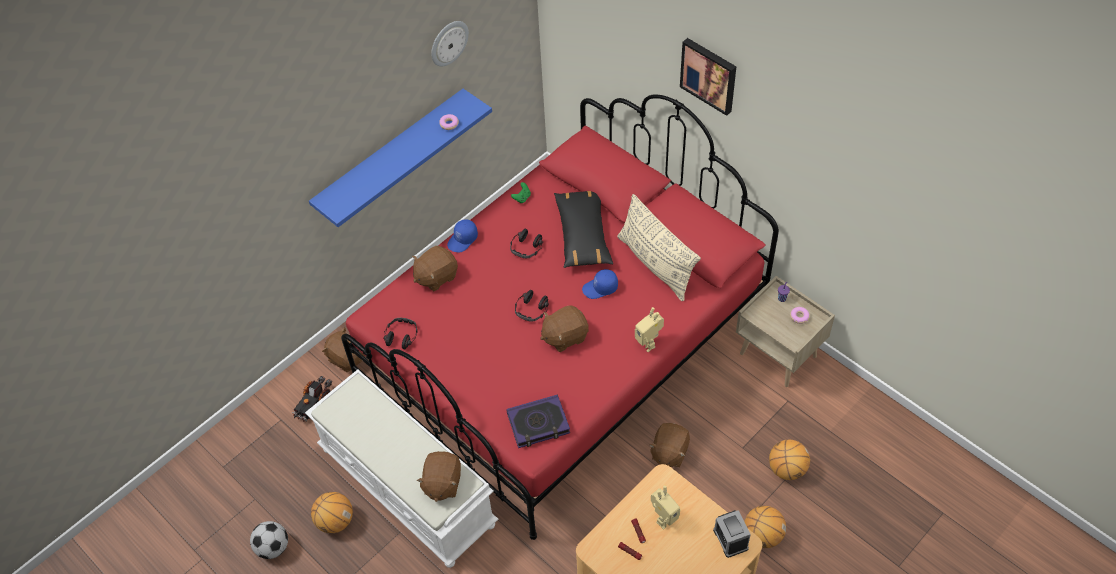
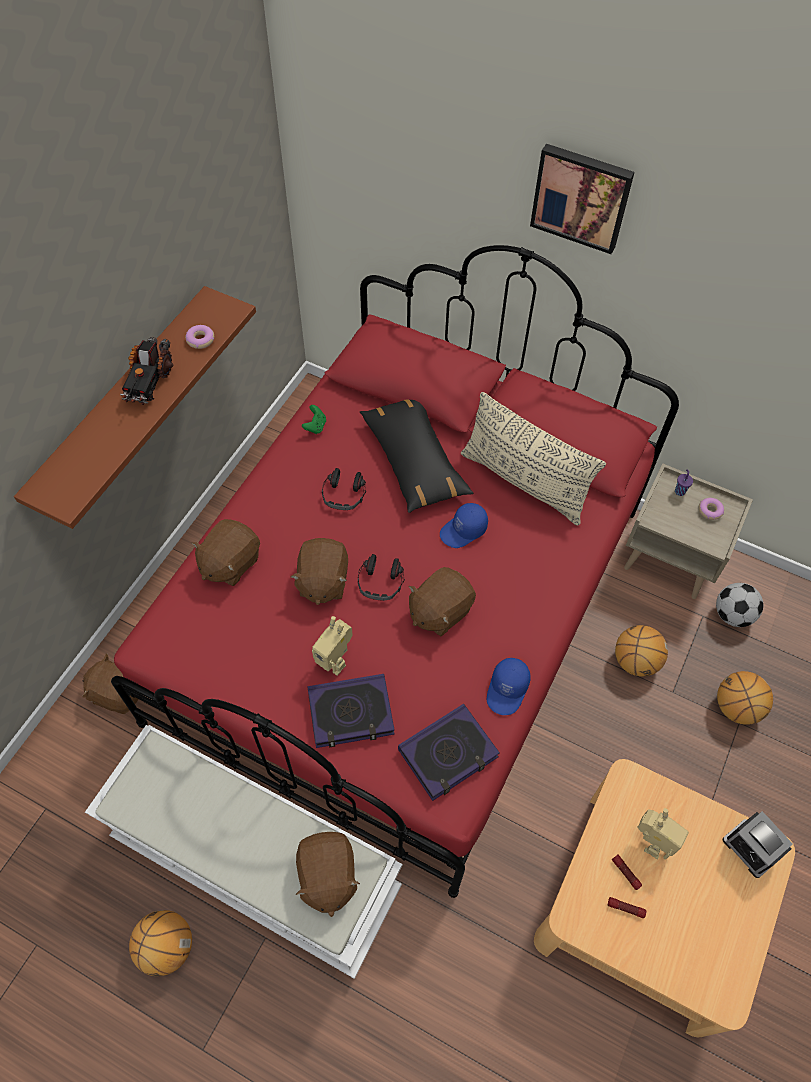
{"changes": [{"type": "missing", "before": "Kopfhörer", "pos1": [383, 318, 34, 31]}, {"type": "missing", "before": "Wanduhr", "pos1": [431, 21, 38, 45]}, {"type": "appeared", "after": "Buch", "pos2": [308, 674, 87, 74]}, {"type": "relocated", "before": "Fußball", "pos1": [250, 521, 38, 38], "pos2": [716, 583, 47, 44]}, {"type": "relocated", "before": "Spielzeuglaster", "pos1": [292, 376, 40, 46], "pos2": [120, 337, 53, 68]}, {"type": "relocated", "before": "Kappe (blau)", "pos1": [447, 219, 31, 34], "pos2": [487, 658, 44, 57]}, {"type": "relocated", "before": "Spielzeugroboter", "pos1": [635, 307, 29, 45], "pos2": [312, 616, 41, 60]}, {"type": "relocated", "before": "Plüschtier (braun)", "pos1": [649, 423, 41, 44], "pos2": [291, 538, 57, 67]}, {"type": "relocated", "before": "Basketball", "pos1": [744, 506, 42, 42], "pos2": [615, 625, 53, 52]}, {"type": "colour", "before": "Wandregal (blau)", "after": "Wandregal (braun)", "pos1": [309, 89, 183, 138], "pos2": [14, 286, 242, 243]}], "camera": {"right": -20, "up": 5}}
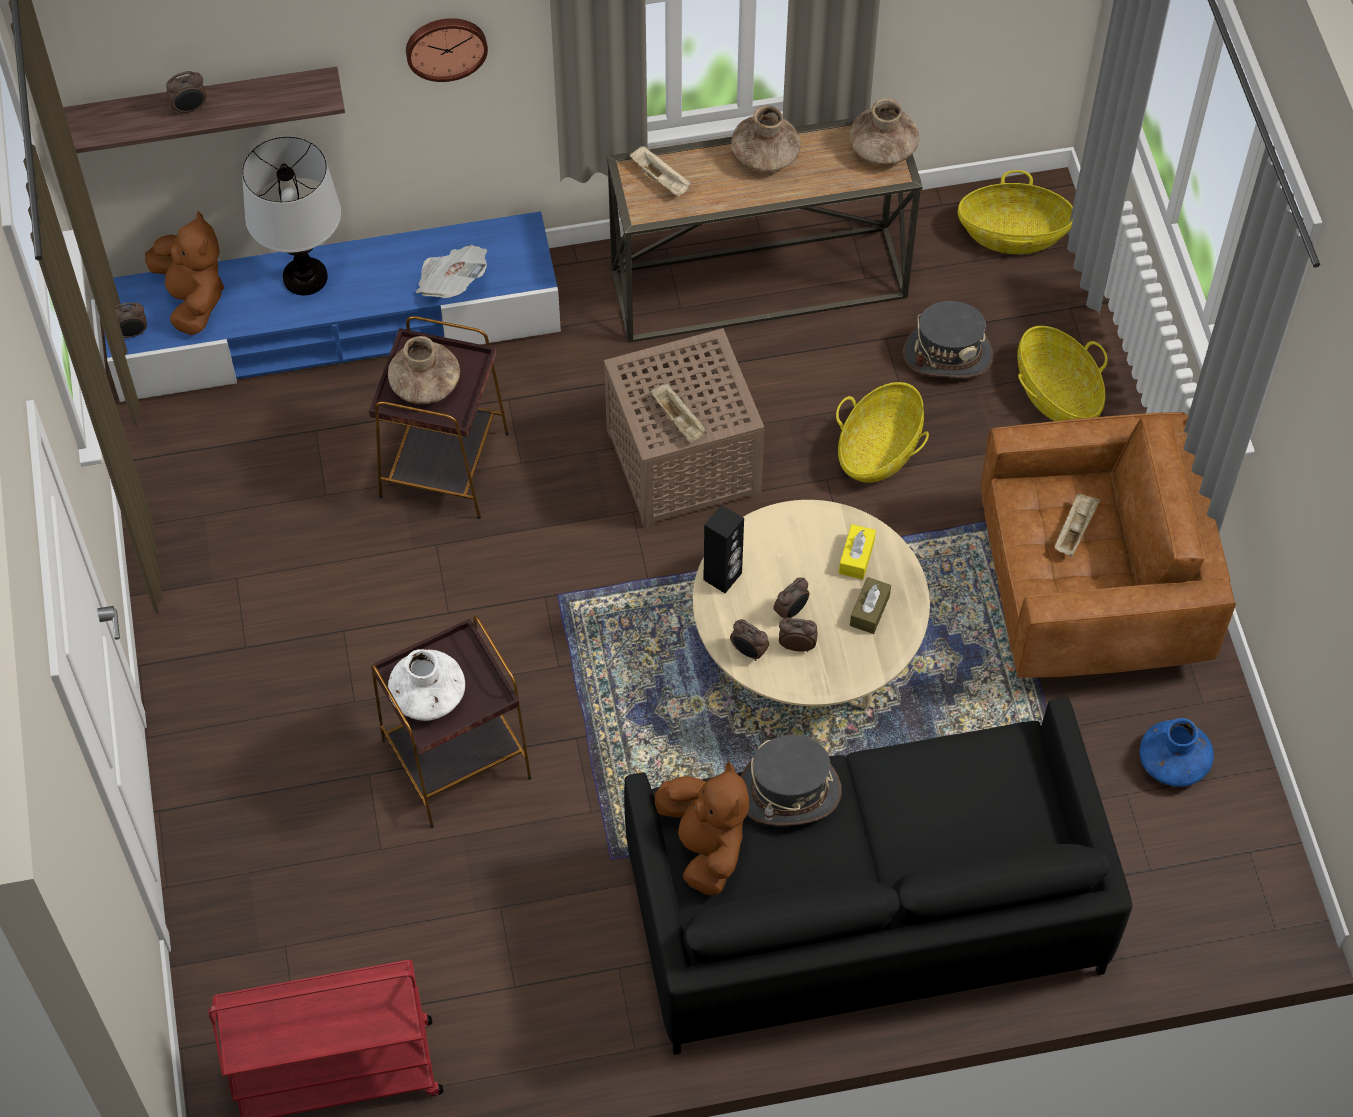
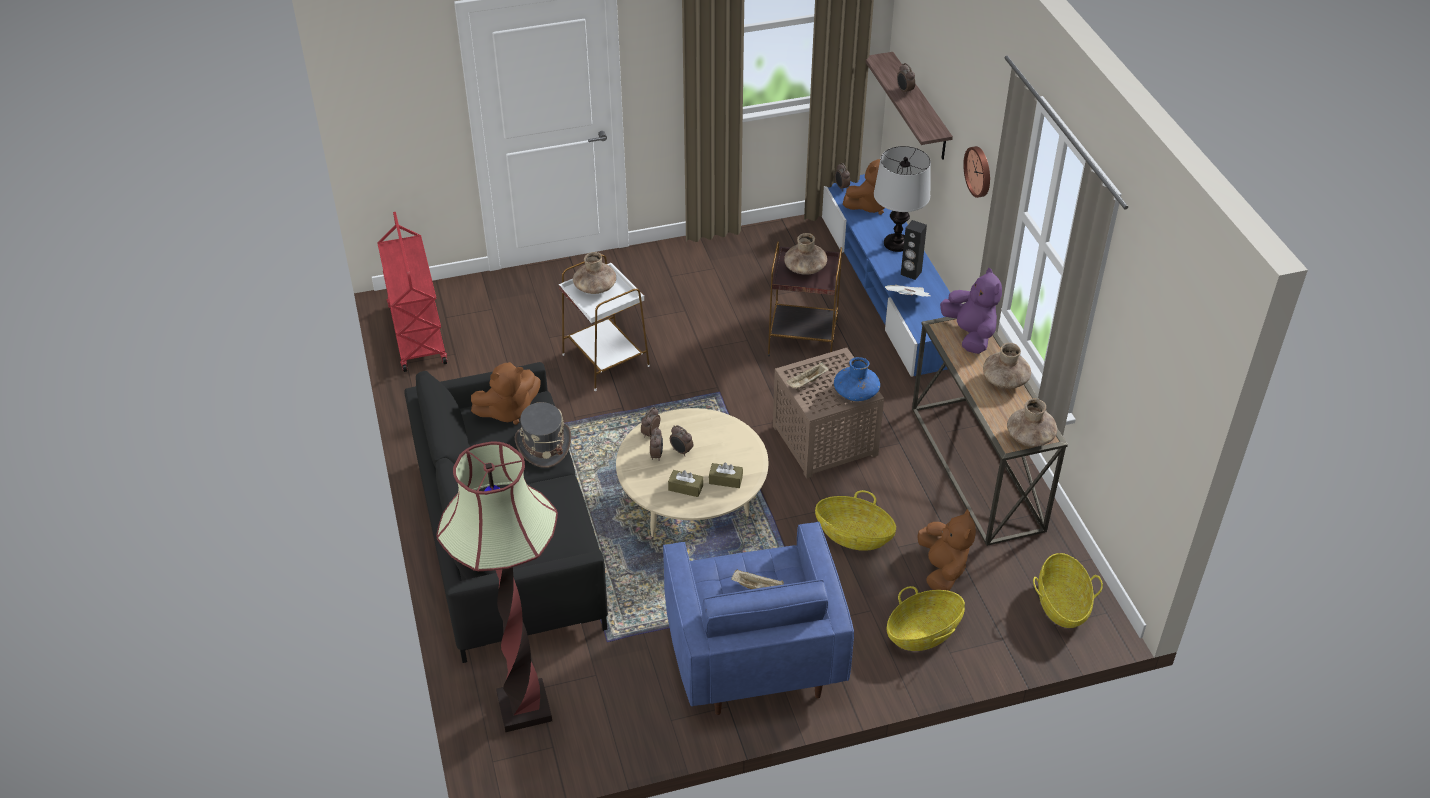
{"changes": [{"type": "appeared", "after": "Stehlampe", "pos2": [436, 441, 122, 291]}, {"type": "relocated", "before": "Lautsprecher (schwarz)", "pos1": [703, 505, 41, 88], "pos2": [901, 220, 26, 60]}, {"type": "relocated", "before": "Vase (blau)", "pos1": [1140, 718, 74, 69], "pos2": [834, 357, 46, 44]}, {"type": "exchanged", "before": "Tablett (beige)", "after": "Plüschtier (lila)", "pos1": [630, 146, 61, 50], "pos2": [940, 268, 62, 86]}, {"type": "exchanged", "before": "Hut (grau)", "after": "Plüschtier (braun)", "pos1": [903, 301, 91, 77], "pos2": [917, 509, 59, 82]}, {"type": "colour", "before": "Beistelltisch (braun)", "after": "Beistelltisch (weiß)", "pos1": [371, 616, 160, 212], "pos2": [559, 255, 91, 136]}, {"type": "colour", "before": "Vase (weiß)", "after": "Vase (braun)", "pos1": [388, 649, 77, 72], "pos2": [573, 252, 43, 42]}, {"type": "colour", "before": "Taschentuchbox (gelb)", "after": "Taschentuchbox (braun)", "pos1": [839, 524, 37, 55], "pos2": [709, 463, 34, 25]}, {"type": "colour", "before": "Sessel (braun)", "after": "Sessel (blau)", "pos1": [980, 412, 256, 266], "pos2": [663, 522, 191, 193]}], "camera": {"right": 85, "up": -15}}
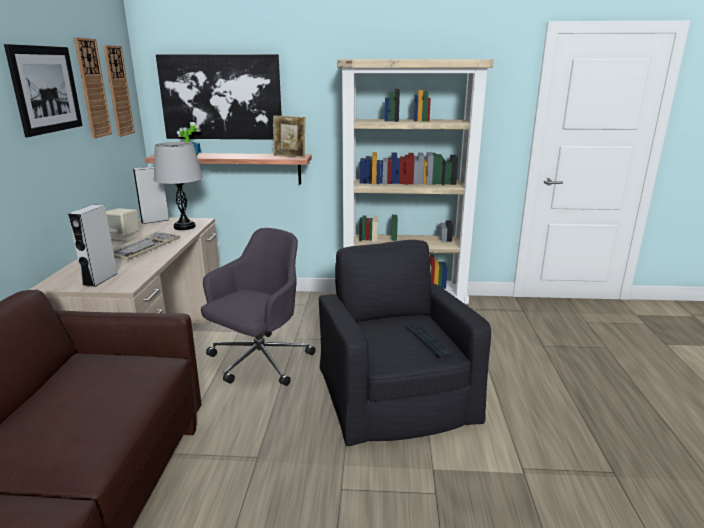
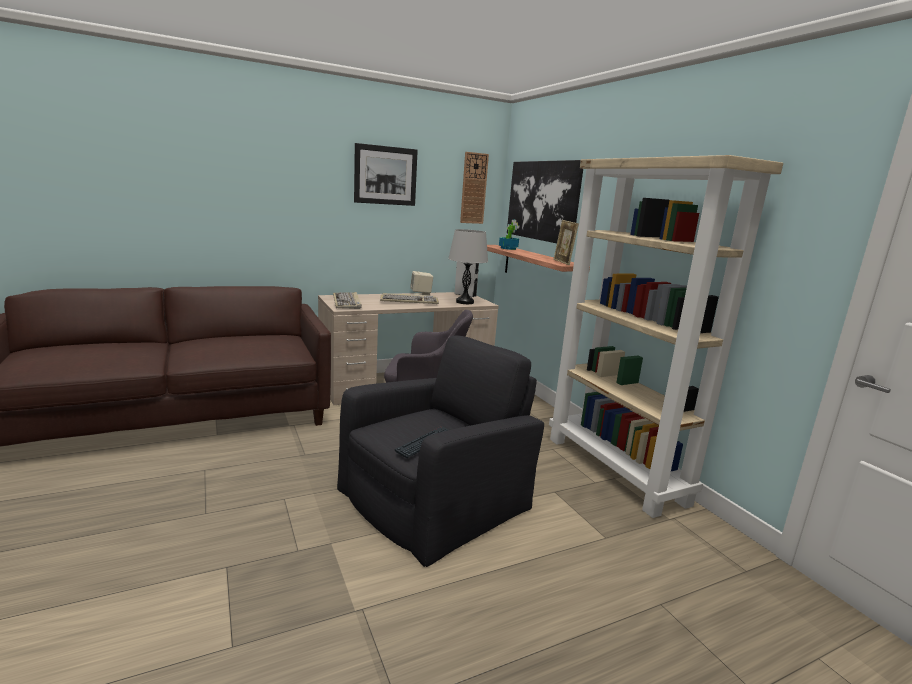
{"changes": [{"type": "missing", "before": "Wanduhr", "pos1": [74, 37, 38, 102]}, {"type": "exchanged", "before": "Lautsprecher (grau)", "after": "Tastatur", "pos1": [68, 204, 50, 83], "pos2": [333, 292, 29, 17]}], "camera": {"right": 60, "up": -5}}
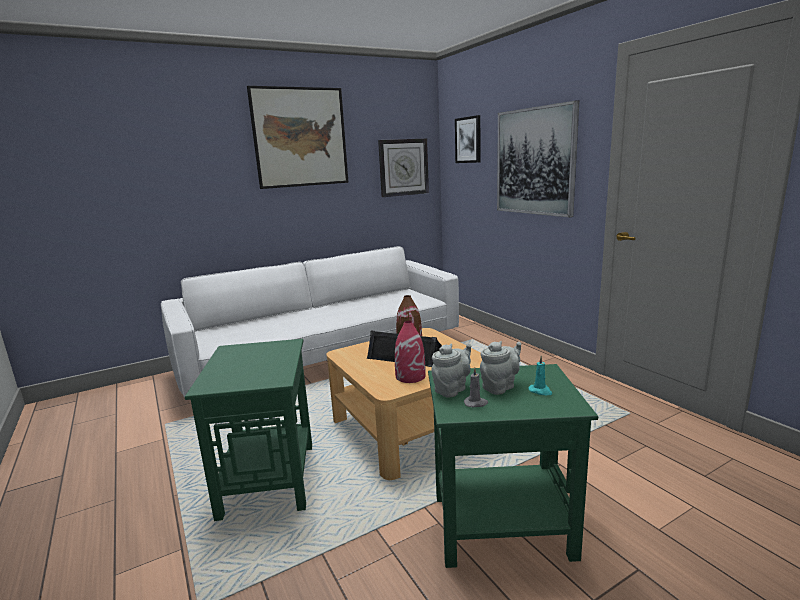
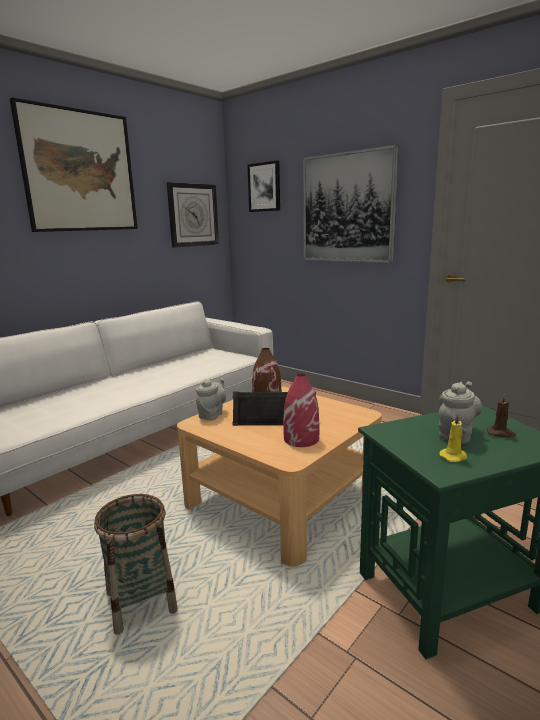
{"changes": [{"type": "relocated", "before": "Teekanne (grau)", "pos1": [432, 343, 39, 55], "pos2": [196, 378, 30, 42]}, {"type": "exchanged", "before": "Beistelltisch (grün)", "after": "Korb", "pos1": [185, 339, 127, 182], "pos2": [94, 494, 84, 141]}, {"type": "colour", "before": "Kerze (grau)", "after": "Kerze (gelb)", "pos1": [464, 368, 24, 39], "pos2": [439, 413, 28, 49]}, {"type": "colour", "before": "Kerze (türkis)", "after": "Kerze (braun)", "pos1": [529, 356, 23, 39], "pos2": [487, 394, 29, 43]}], "camera": {"right": -20, "up": 0}}
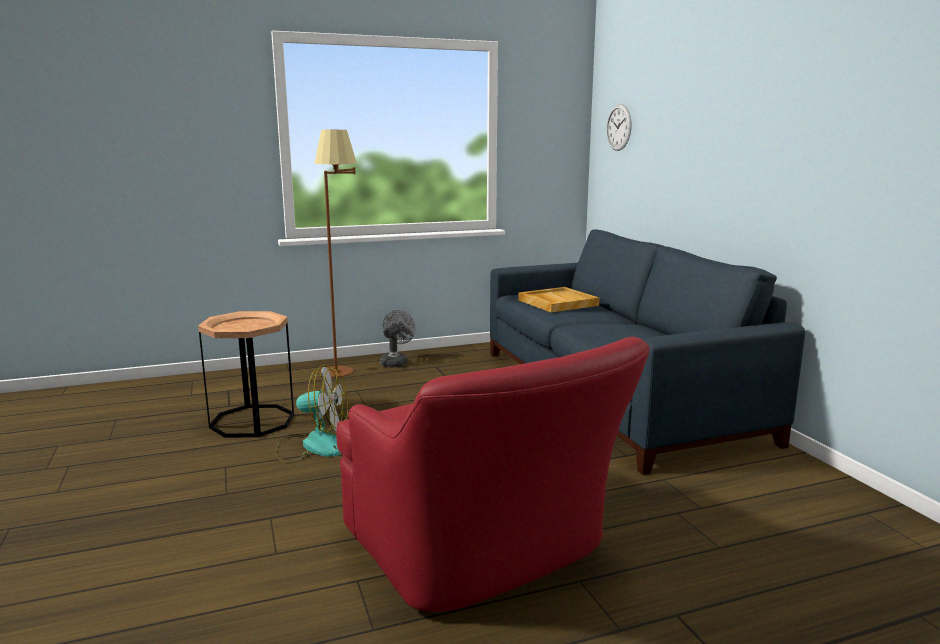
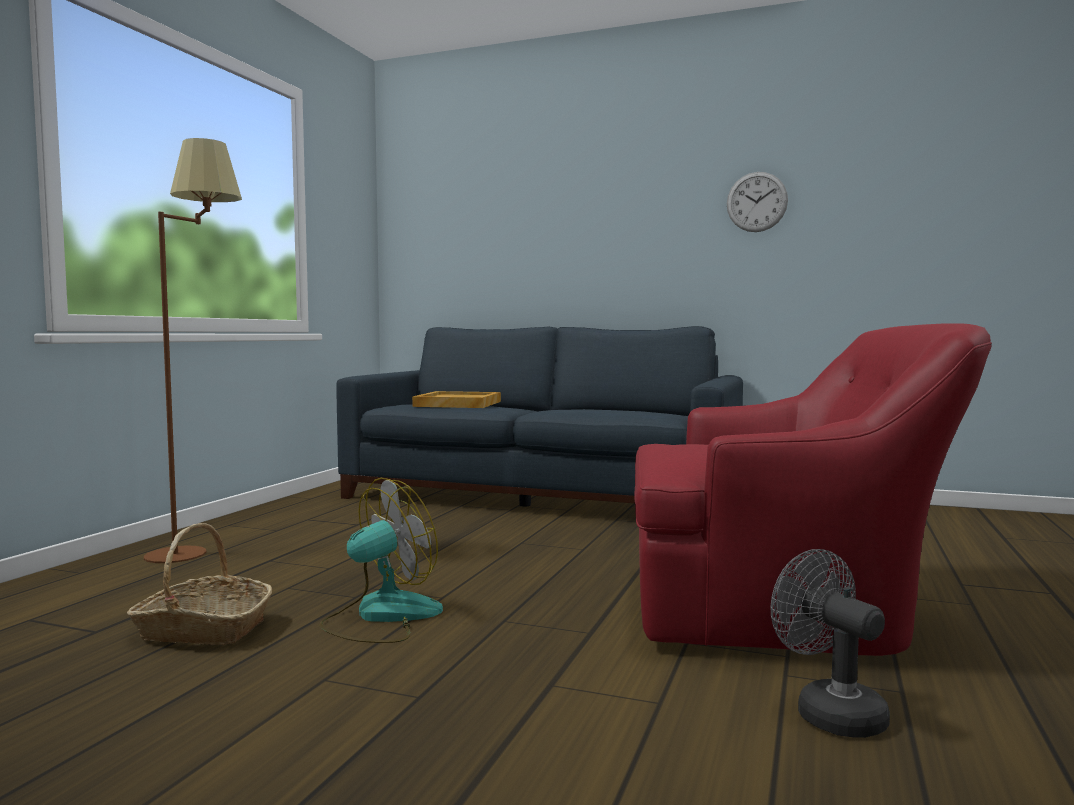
{"changes": [{"type": "relocated", "before": "Ventilator (grau)", "pos1": [380, 310, 35, 57], "pos2": [770, 549, 120, 189]}, {"type": "relocated", "before": "Wanduhr", "pos1": [607, 104, 25, 47], "pos2": [727, 172, 61, 60]}, {"type": "exchanged", "before": "Beistelltisch (braun)", "after": "Korb", "pos1": [198, 311, 96, 127], "pos2": [127, 523, 145, 122]}], "camera": {"right": -50, "up": -10}}
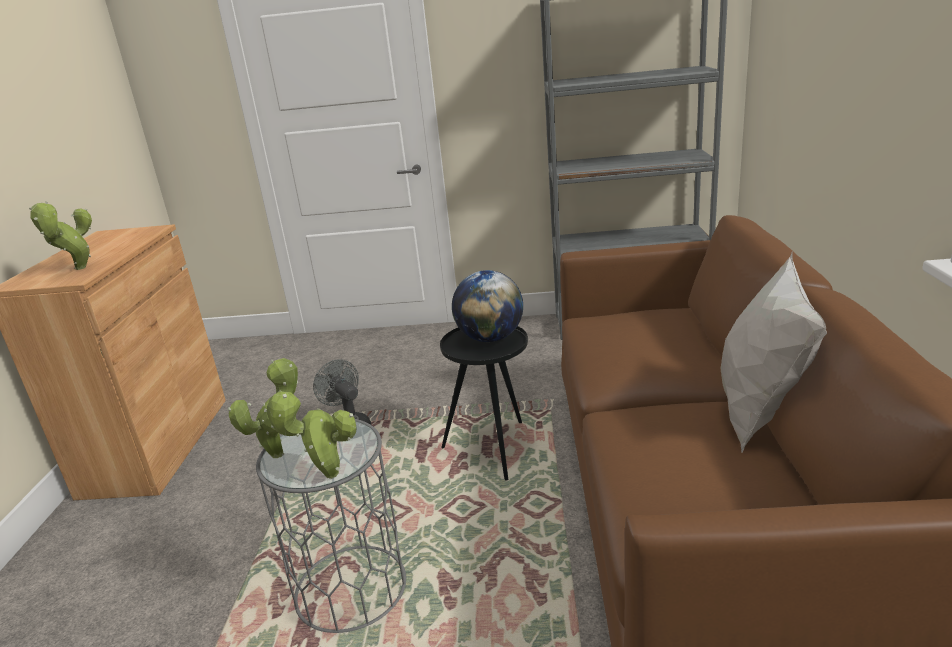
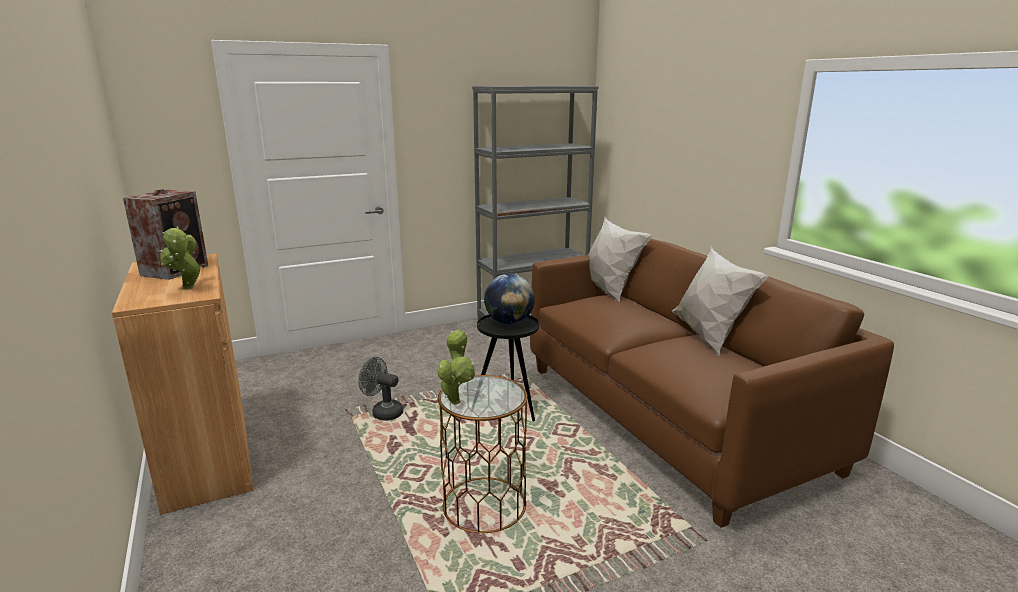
{"changes": [{"type": "missing", "before": "Topfpflanze", "pos1": [264, 390, 93, 89]}, {"type": "appeared", "after": "Lautsprecher", "pos2": [123, 189, 85, 91]}, {"type": "appeared", "after": "Kissen (weiß)", "pos2": [588, 216, 65, 86]}, {"type": "colour", "before": "Beistelltisch (grau)", "after": "Beistelltisch (braun)", "pos1": [256, 419, 150, 214], "pos2": [438, 375, 90, 158]}], "camera": {"right": -30, "up": -5}}
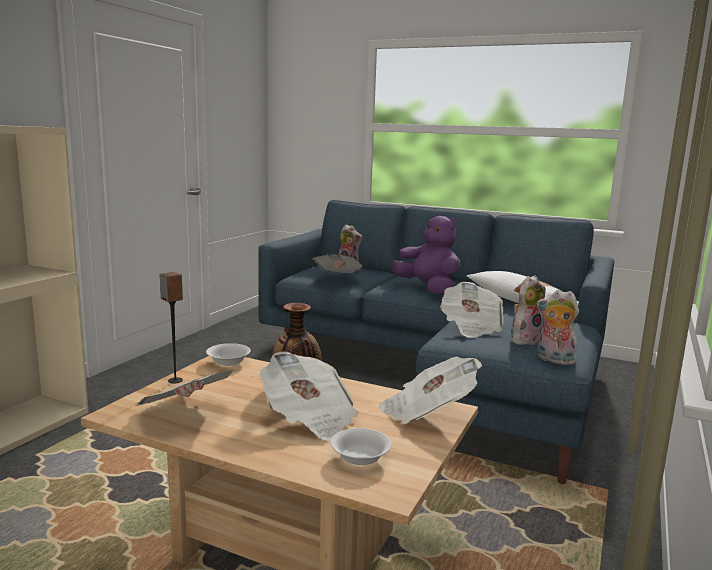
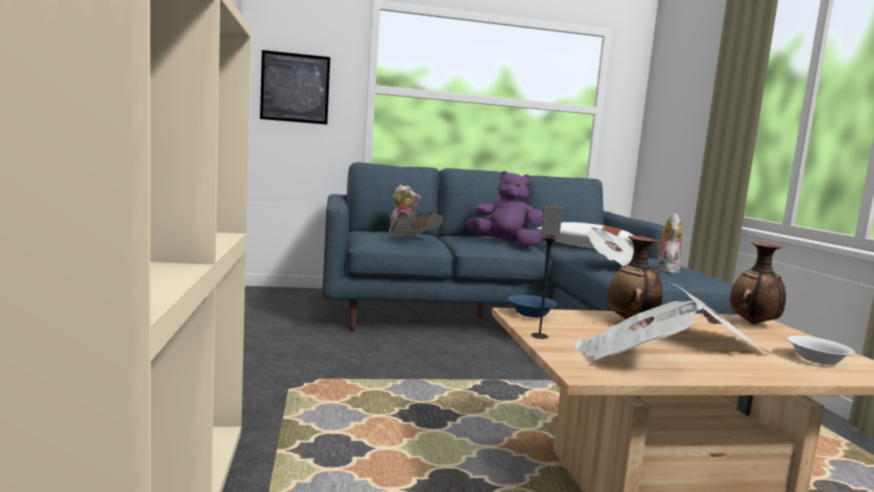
{"changes": [{"type": "missing", "before": "Plüschtier", "pos1": [537, 290, 42, 75]}, {"type": "appeared", "after": "Bild", "pos2": [260, 50, 70, 75]}, {"type": "exchanged", "before": "Zeitung", "after": "Vase", "pos1": [379, 357, 103, 68], "pos2": [730, 242, 56, 82]}, {"type": "colour", "before": "Schüssel (weiß)", "after": "Schüssel (blau)", "pos1": [206, 343, 45, 23], "pos2": [508, 295, 49, 23]}], "camera": {"right": -35, "up": -5}}
